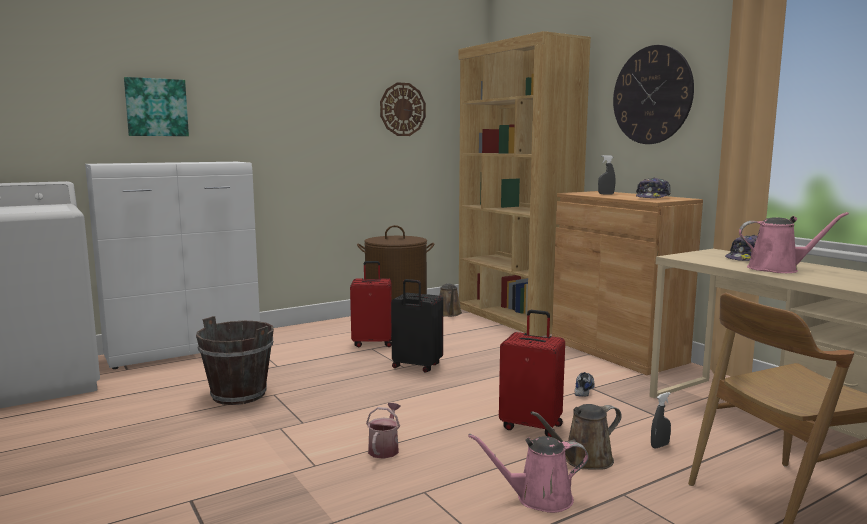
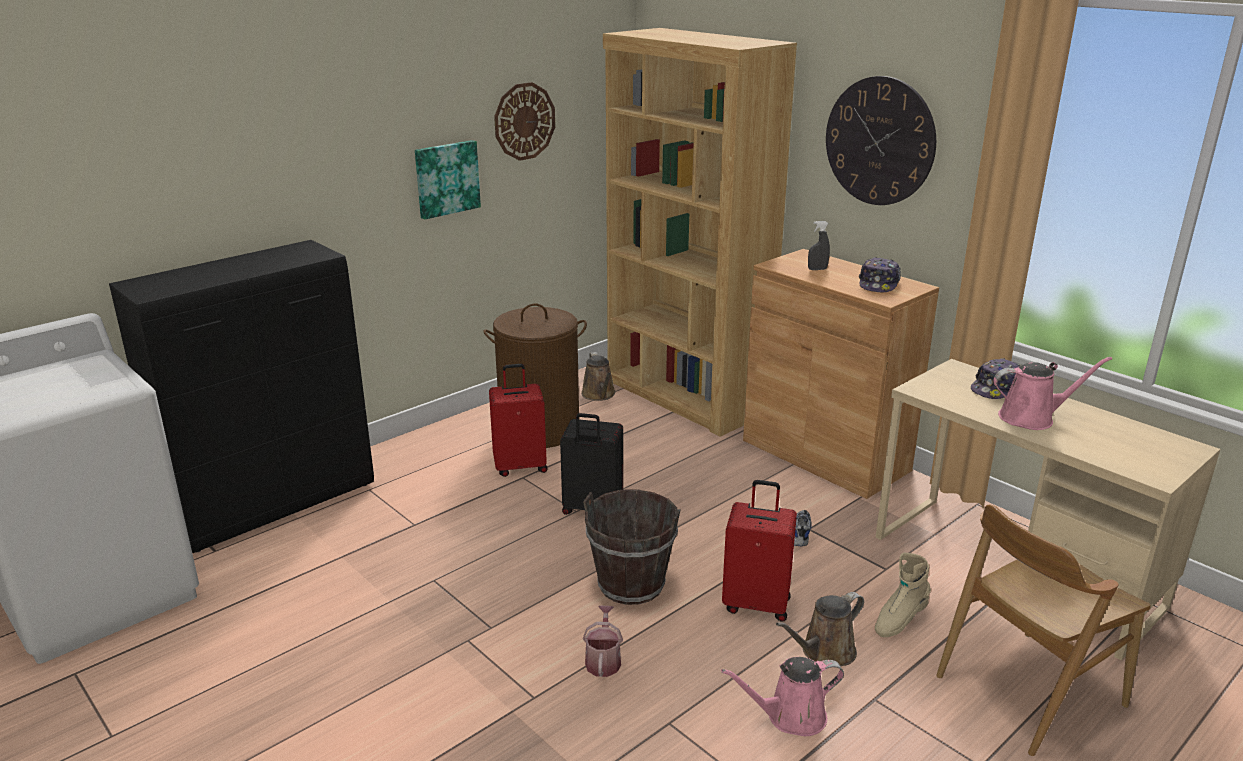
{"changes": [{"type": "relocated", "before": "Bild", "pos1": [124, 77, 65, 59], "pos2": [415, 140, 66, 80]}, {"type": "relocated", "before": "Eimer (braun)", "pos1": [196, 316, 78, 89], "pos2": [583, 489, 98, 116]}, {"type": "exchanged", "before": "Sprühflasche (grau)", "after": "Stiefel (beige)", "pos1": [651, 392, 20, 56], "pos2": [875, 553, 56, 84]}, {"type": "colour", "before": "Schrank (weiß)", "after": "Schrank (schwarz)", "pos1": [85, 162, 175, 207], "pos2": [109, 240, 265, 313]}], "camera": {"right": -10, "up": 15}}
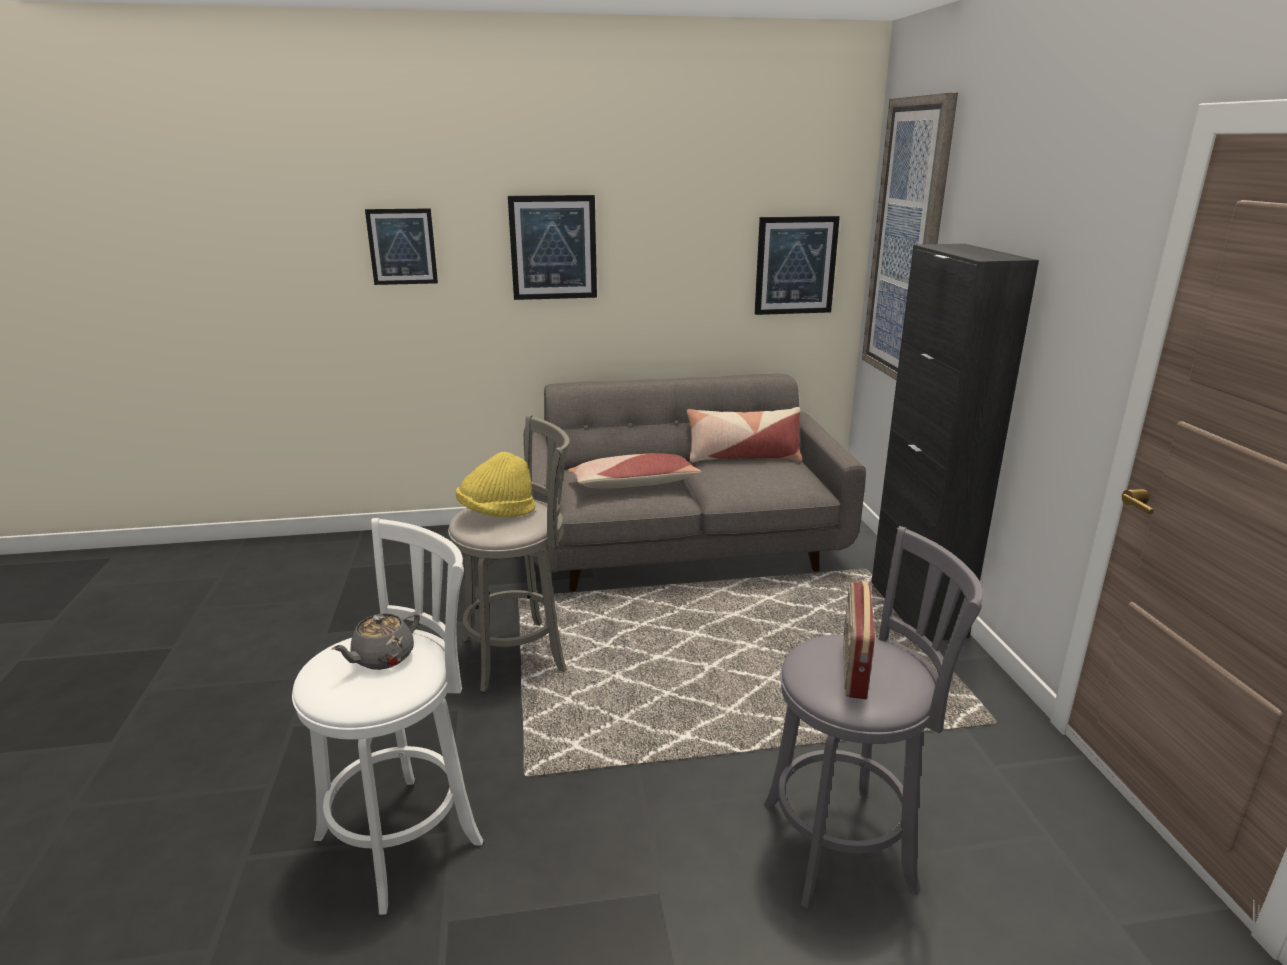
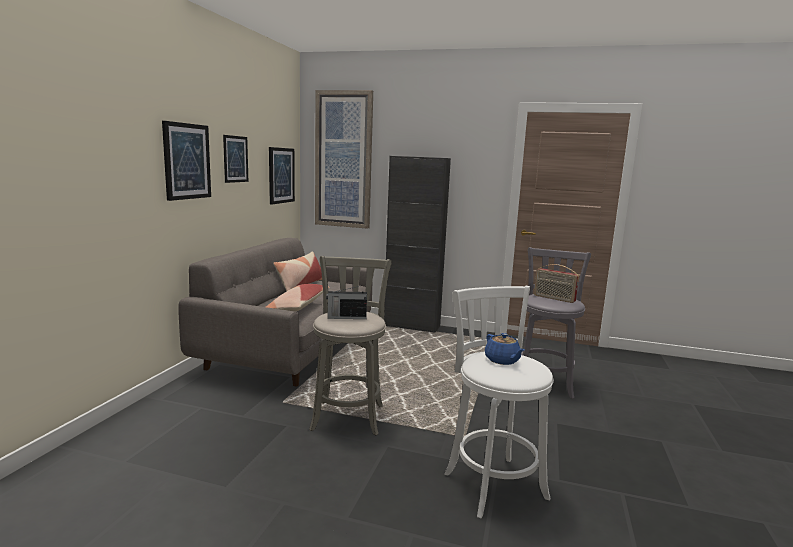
{"changes": [{"type": "relocated", "before": "Bild", "pos1": [365, 208, 73, 77], "pos2": [223, 135, 25, 48]}, {"type": "exchanged", "before": "Hut (gelb)", "after": "Radio", "pos1": [456, 452, 80, 65], "pos2": [326, 286, 41, 33]}, {"type": "colour", "before": "Teekanne (grau)", "after": "Teekanne (blau)", "pos1": [332, 612, 88, 58], "pos2": [485, 333, 39, 32]}], "camera": {"right": -65, "up": -10}}
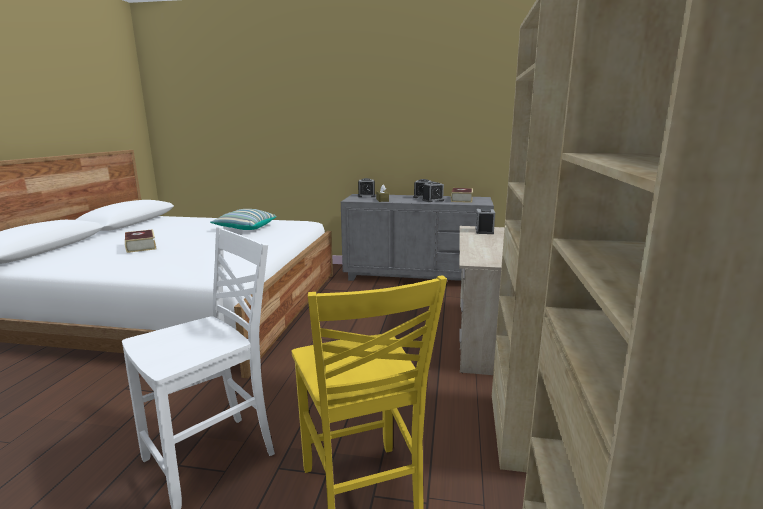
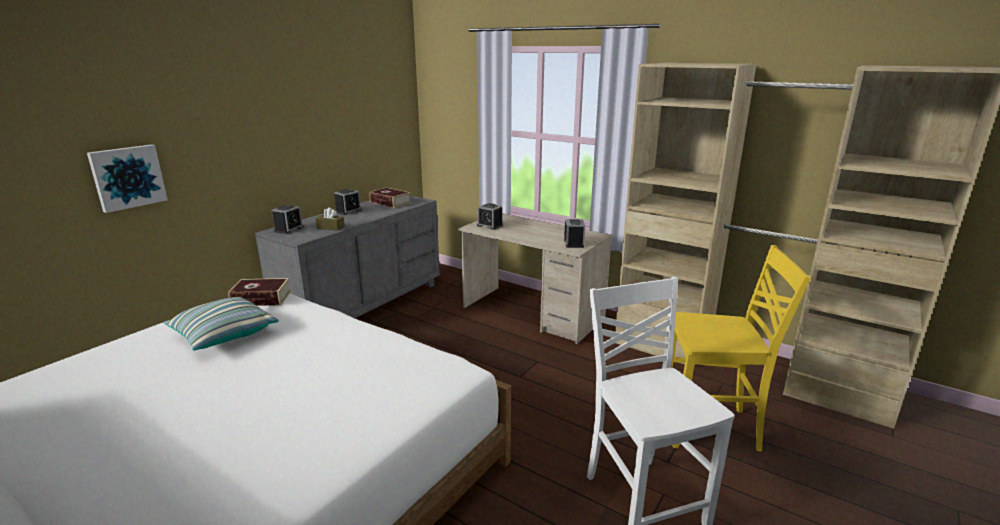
{"changes": [{"type": "appeared", "after": "Bild", "pos2": [87, 144, 81, 69]}, {"type": "relocated", "before": "Buch", "pos1": [125, 229, 32, 24], "pos2": [228, 278, 63, 28]}, {"type": "relocated", "before": "Wecker", "pos1": [422, 182, 22, 20], "pos2": [564, 219, 21, 29]}], "camera": {"right": -65, "up": 5}}
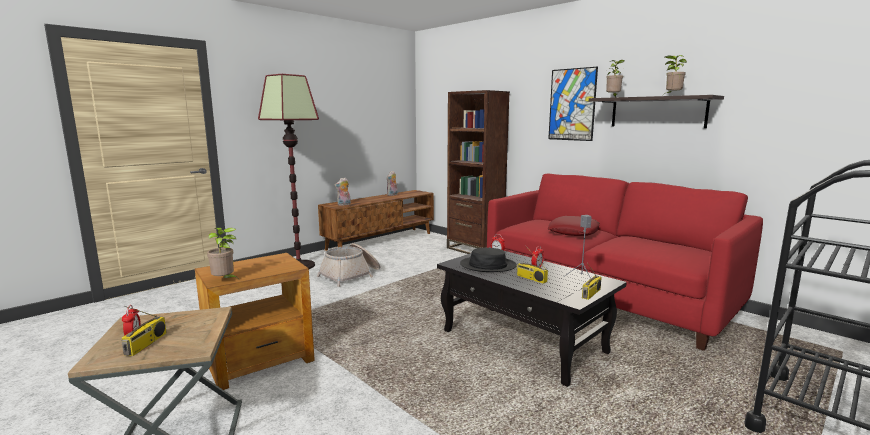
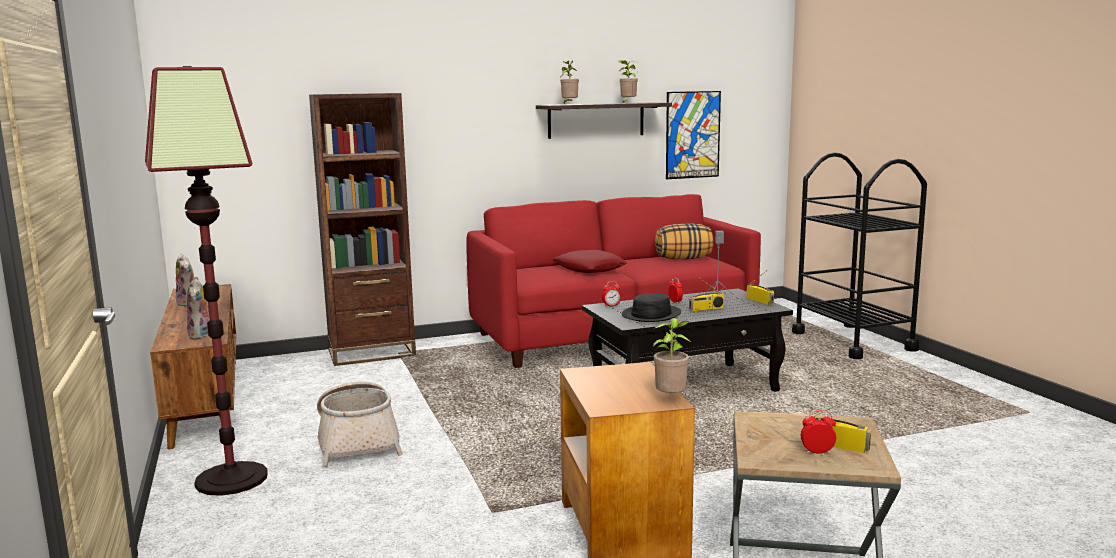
{"changes": [{"type": "appeared", "after": "Kissen", "pos2": [655, 224, 59, 35]}, {"type": "relocated", "before": "Bild", "pos1": [548, 67, 50, 74], "pos2": [666, 91, 55, 88]}], "camera": {"right": -65, "up": 0}}
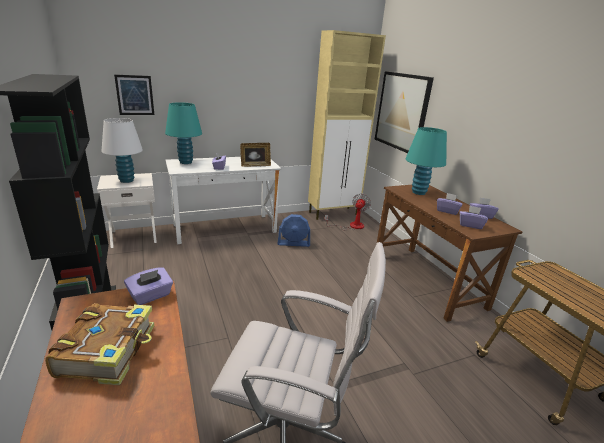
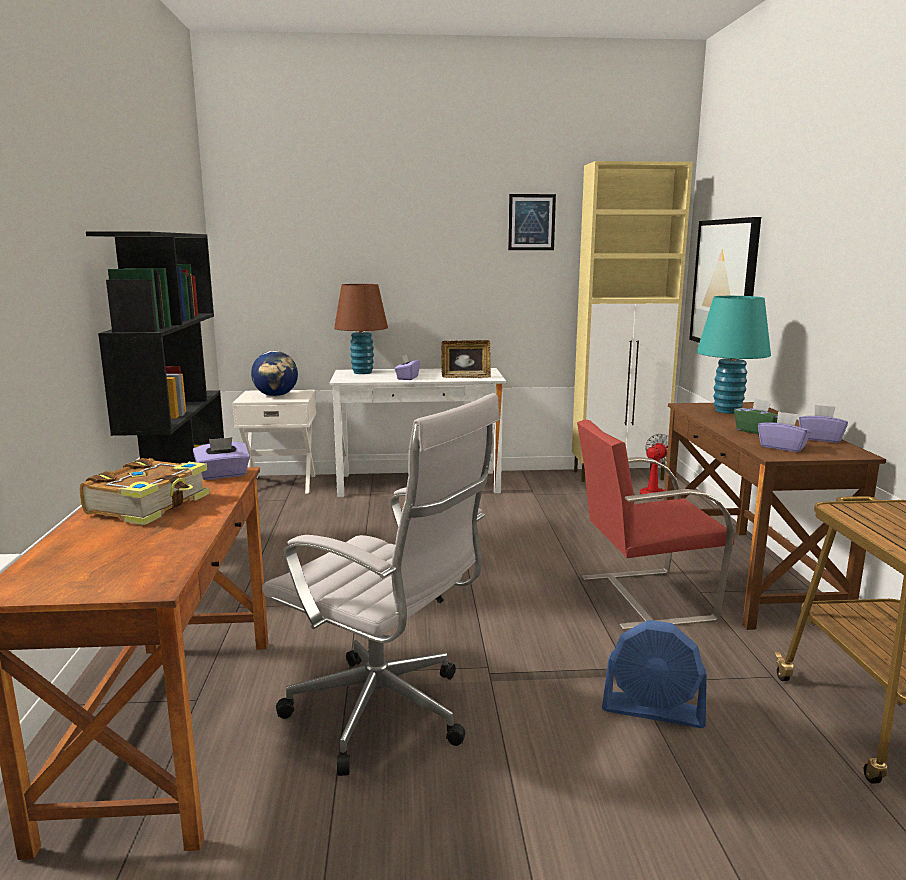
{"changes": [{"type": "appeared", "after": "Stuhl (rot)", "pos2": [577, 419, 158, 211]}, {"type": "relocated", "before": "Bild", "pos1": [114, 75, 40, 40], "pos2": [508, 194, 48, 56]}, {"type": "relocated", "before": "Ventilator (blau)", "pos1": [278, 214, 32, 33], "pos2": [602, 620, 105, 108]}, {"type": "exchanged", "before": "Tischlampe (weiß)", "after": "Globus", "pos1": [102, 118, 41, 65], "pos2": [251, 351, 47, 46]}, {"type": "colour", "before": "Tischlampe (türkis)", "after": "Tischlampe (braun)", "pos1": [165, 102, 37, 62], "pos2": [334, 284, 54, 90]}, {"type": "colour", "before": "Taschentuchbox (lila)", "after": "Taschentuchbox (grün)", "pos1": [437, 193, 25, 22], "pos2": [734, 399, 44, 35]}], "camera": {"right": 20, "up": -10}}
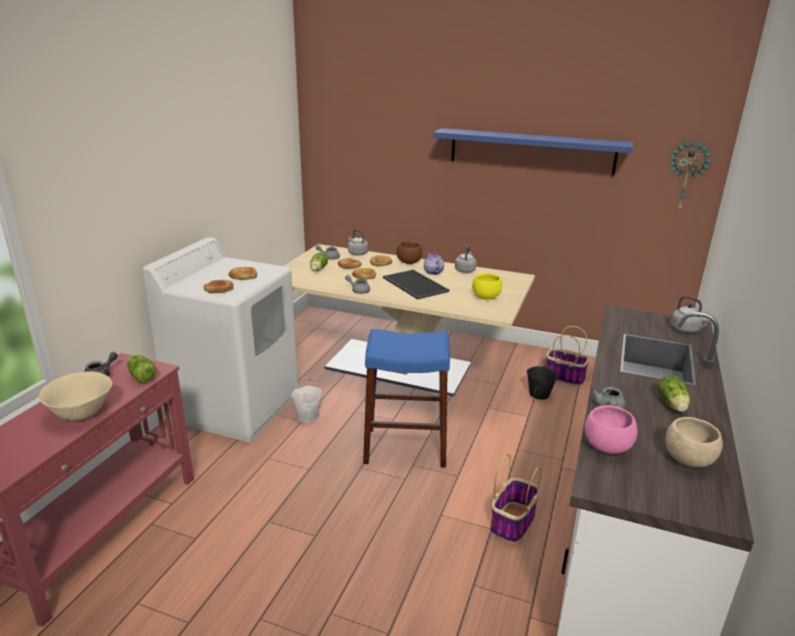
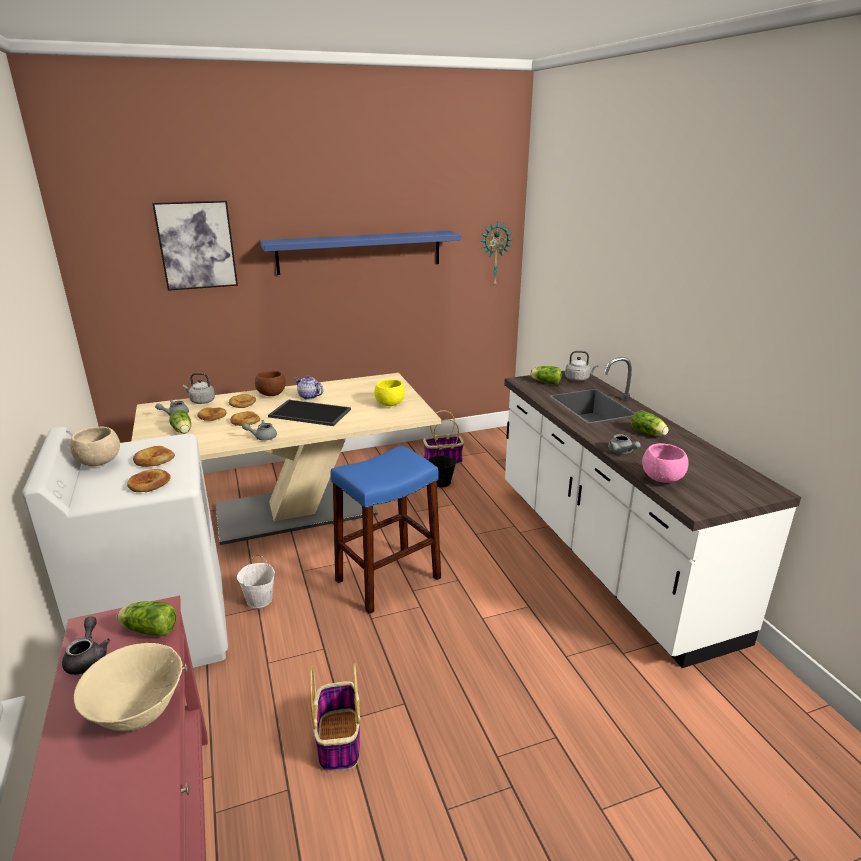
{"changes": [{"type": "missing", "before": "Wasserkessel (grau)", "pos1": [455, 245, 22, 28]}, {"type": "appeared", "after": "Bild", "pos2": [152, 200, 86, 91]}, {"type": "appeared", "after": "Salatkopf", "pos2": [530, 366, 32, 19]}, {"type": "relocated", "before": "Korb", "pos1": [490, 454, 52, 89], "pos2": [310, 663, 50, 109]}, {"type": "relocated", "before": "Schüssel (beige)", "pos1": [665, 417, 58, 50], "pos2": [70, 426, 50, 40]}], "camera": {"right": -40, "up": 0}}
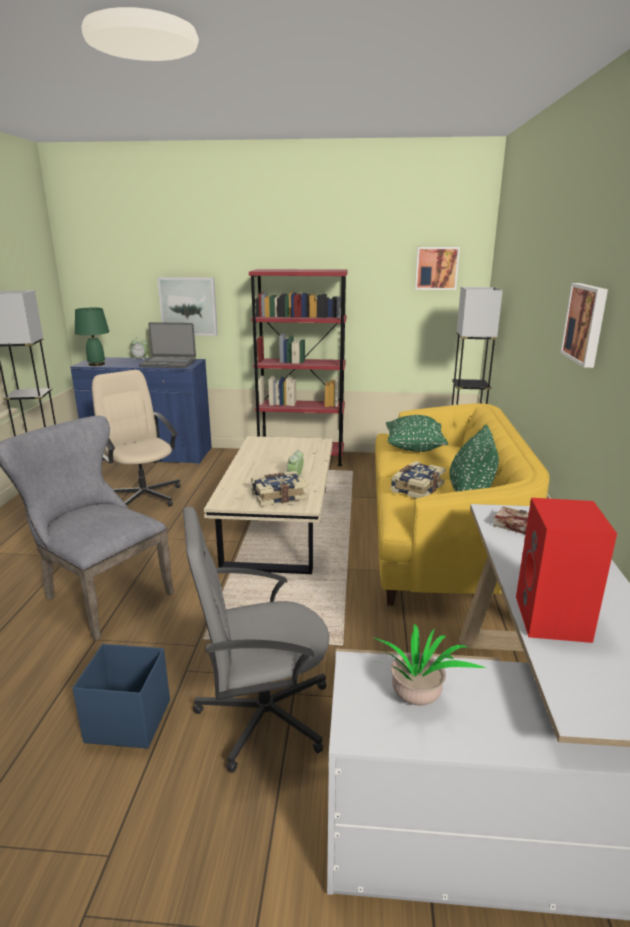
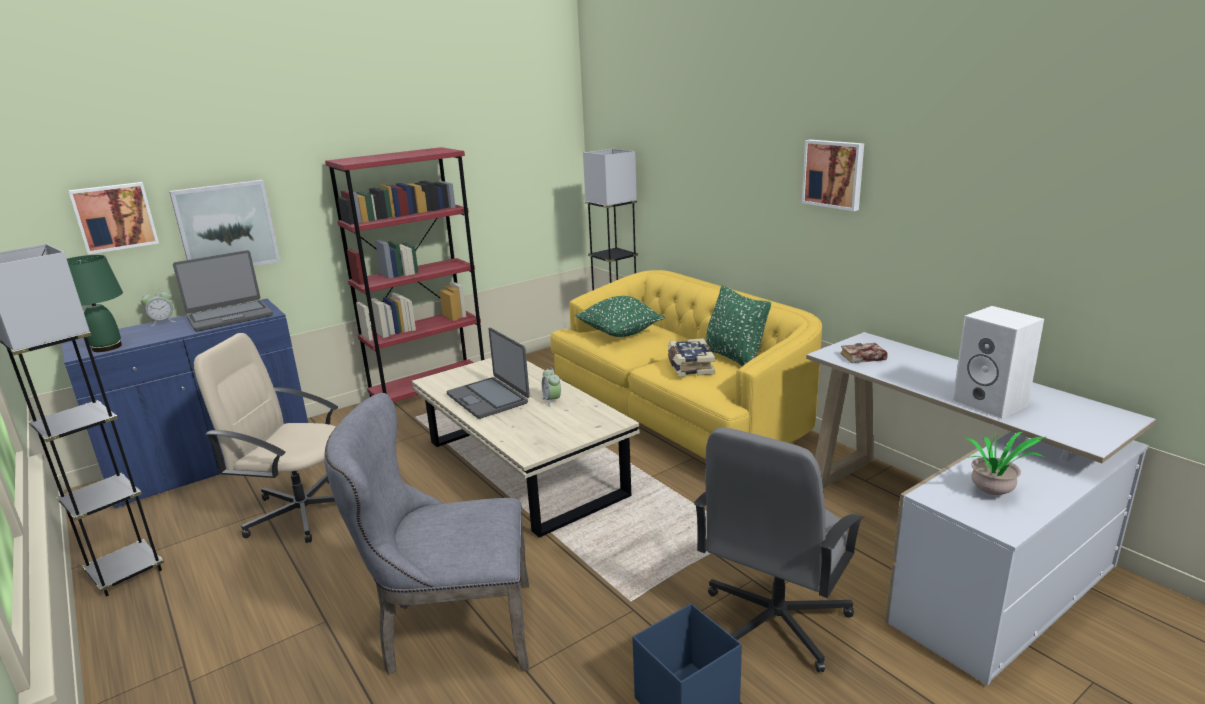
{"changes": [{"type": "missing", "before": "Buch", "pos1": [251, 471, 57, 35]}, {"type": "appeared", "after": "Laptop", "pos2": [446, 328, 84, 91]}, {"type": "relocated", "before": "Bild", "pos1": [415, 247, 45, 43], "pos2": [68, 182, 91, 72]}, {"type": "colour", "before": "Lautsprecher (rot)", "after": "Lautsprecher (weiß)", "pos1": [516, 498, 101, 145], "pos2": [952, 306, 92, 113]}], "camera": {"right": -40, "up": 0}}
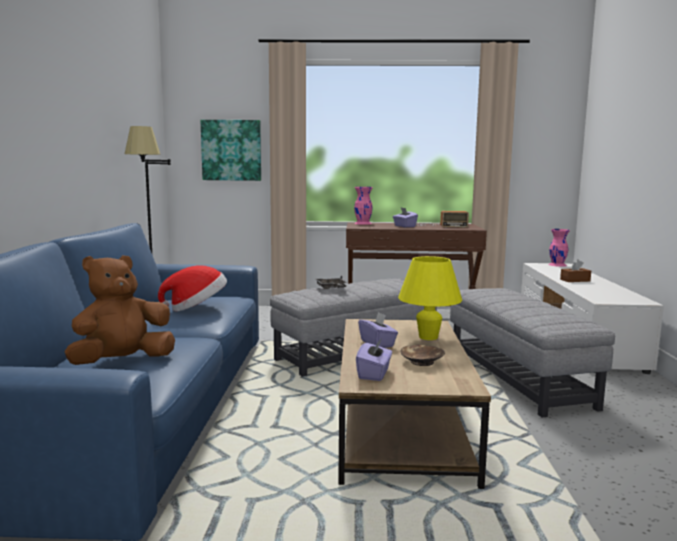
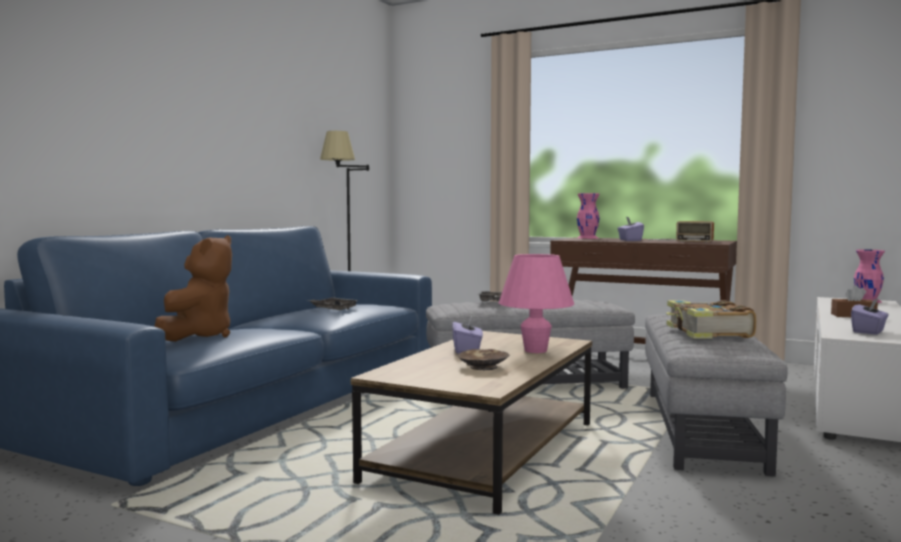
{"changes": [{"type": "missing", "before": "Bild", "pos1": [201, 120, 60, 61]}, {"type": "appeared", "after": "Buch", "pos2": [666, 300, 90, 39]}, {"type": "relocated", "before": "Taschentuchbox (lila)", "pos1": [356, 337, 36, 44], "pos2": [851, 299, 37, 36]}, {"type": "exchanged", "before": "Hut", "after": "Tablett (grau)", "pos1": [158, 265, 69, 46], "pos2": [308, 297, 51, 13]}, {"type": "colour", "before": "Tischlampe (gelb)", "after": "Tischlampe (rosa)", "pos1": [398, 256, 64, 84], "pos2": [499, 254, 75, 99]}, {"type": "spun", "before": "Plüschtier (braun)", "pos1": [64, 255, 111, 110], "pos2": [154, 235, 78, 106], "turn": 120}], "camera": {"right": 25, "up": -5}}
